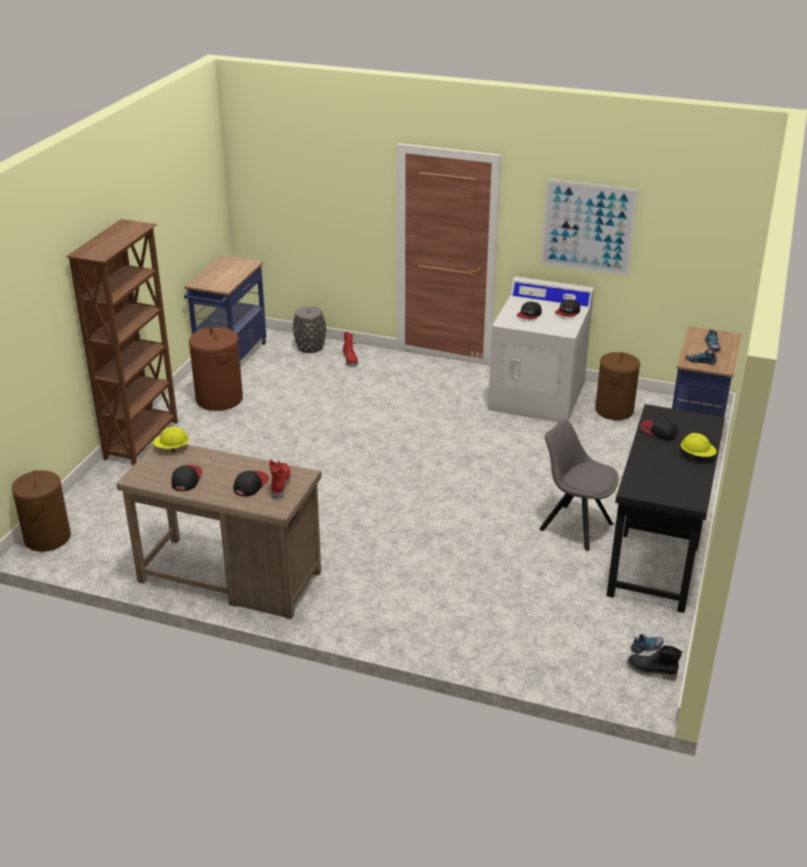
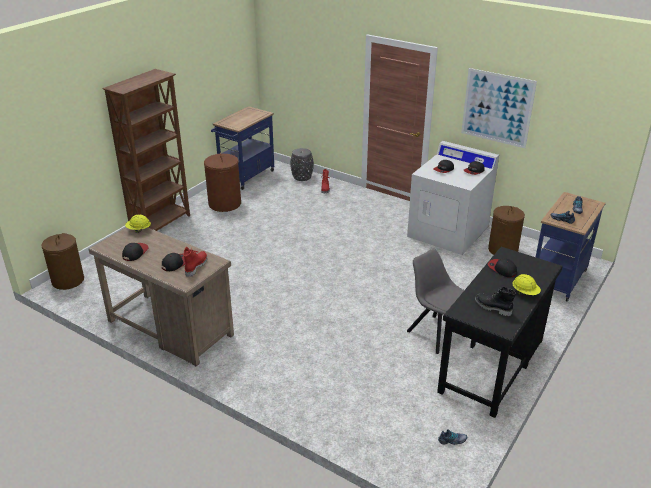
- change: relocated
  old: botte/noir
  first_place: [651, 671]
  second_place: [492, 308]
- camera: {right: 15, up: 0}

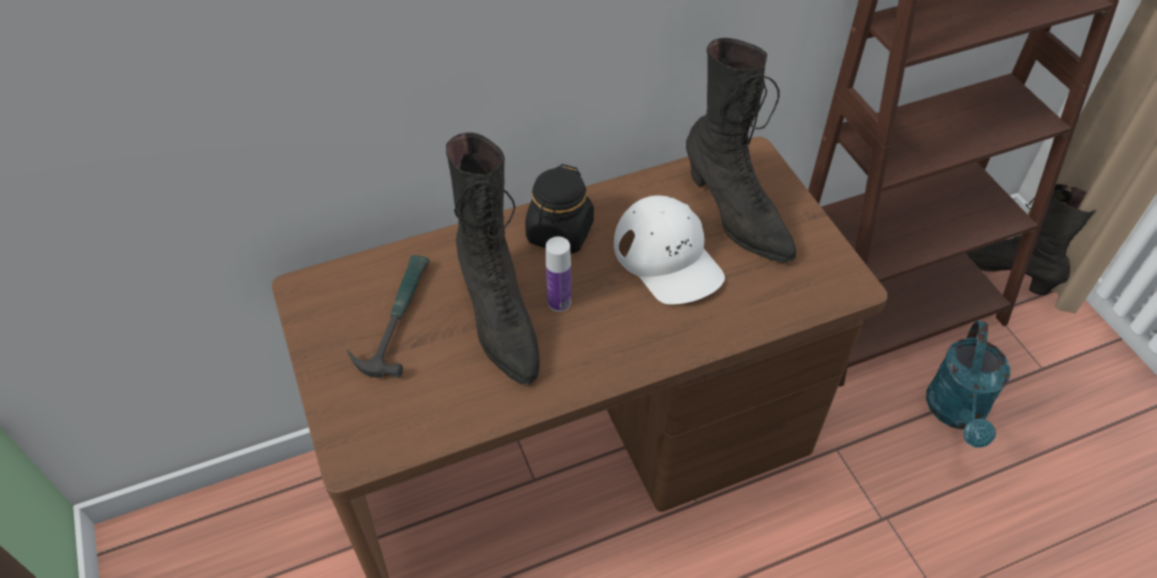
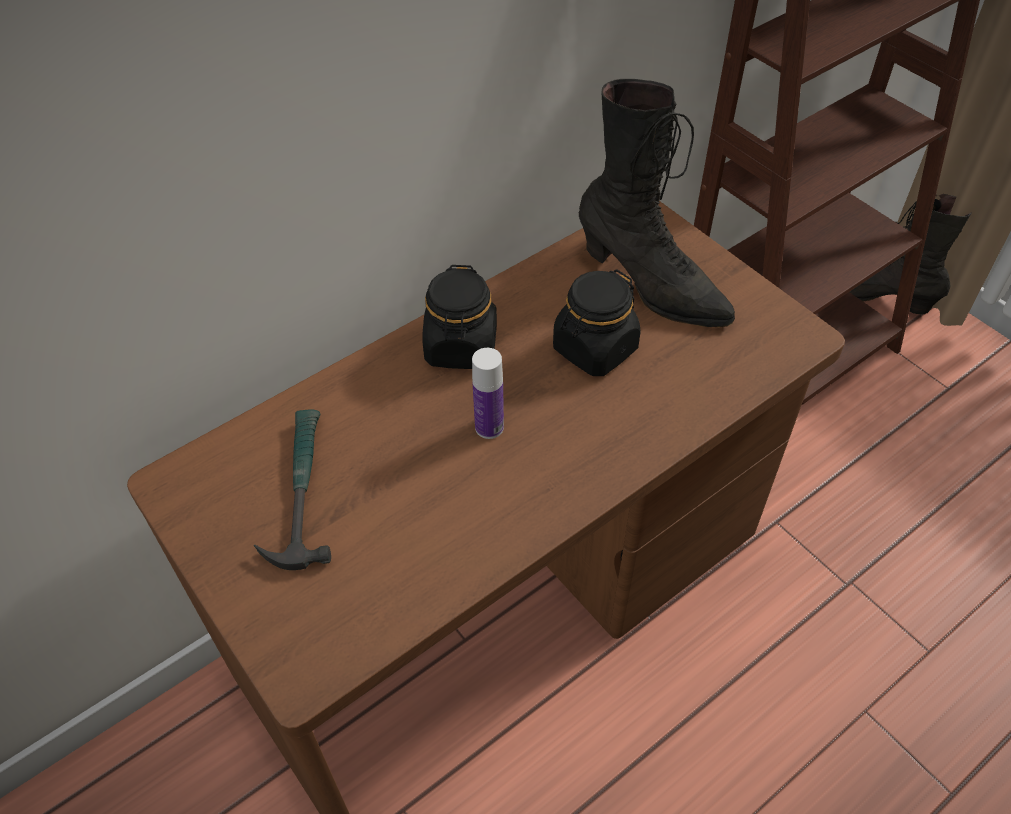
- change: missing
  old: botte/noir
  first_place: [499, 320]
- change: exchanged
  old: casquette/blanc
  new: bocal/noir
  first_place: [668, 258]
  second_place: [594, 349]
- change: missing
  old: arrosoir/turquoise
  first_place: [957, 413]
- camera: {right: -15, up: 0}

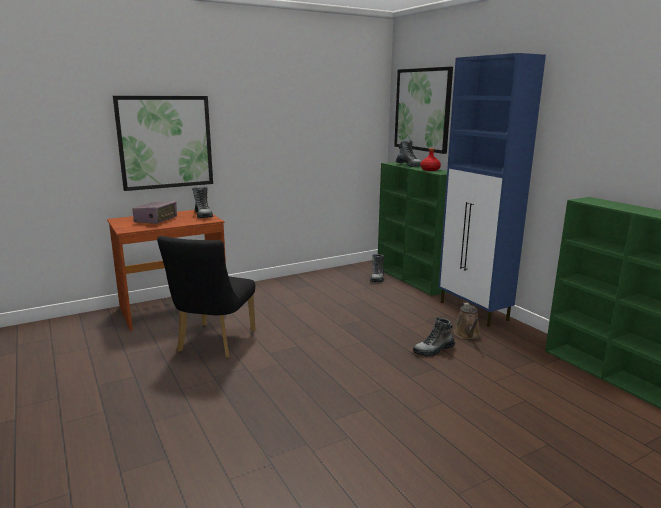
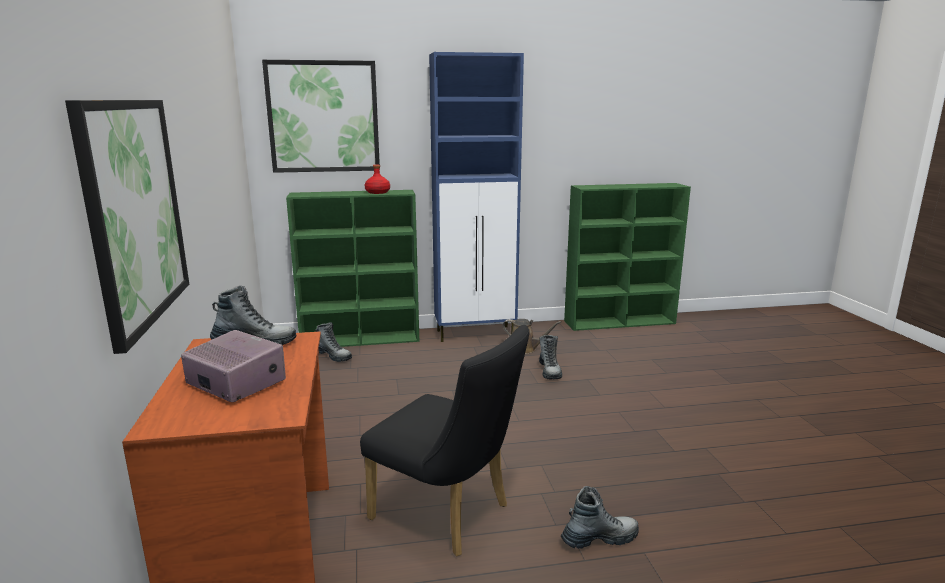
- change: relocated
  old: botte
  first_place: [409, 165]
  second_place: [599, 538]
- camera: {right: -70, up: 0}

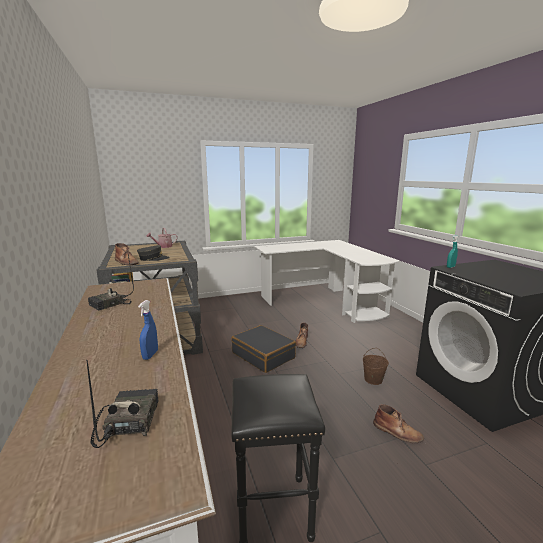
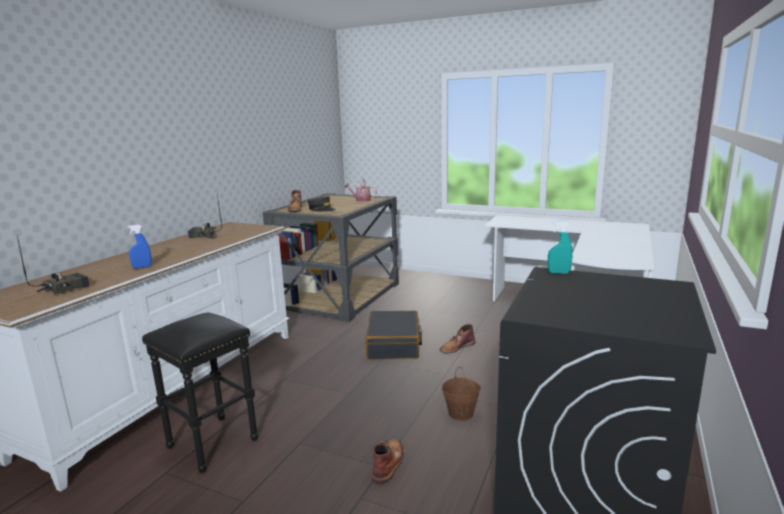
- change: spun
  old: botte/marron
  first_place: [397, 432]
  second_place: [388, 463]
  degrees: -150
- camera: {right: 45, up: 0}

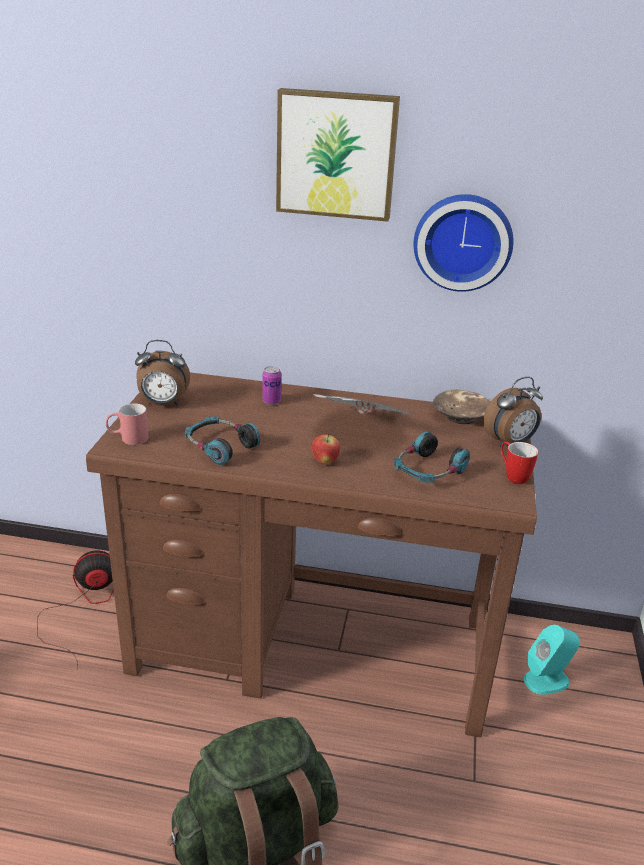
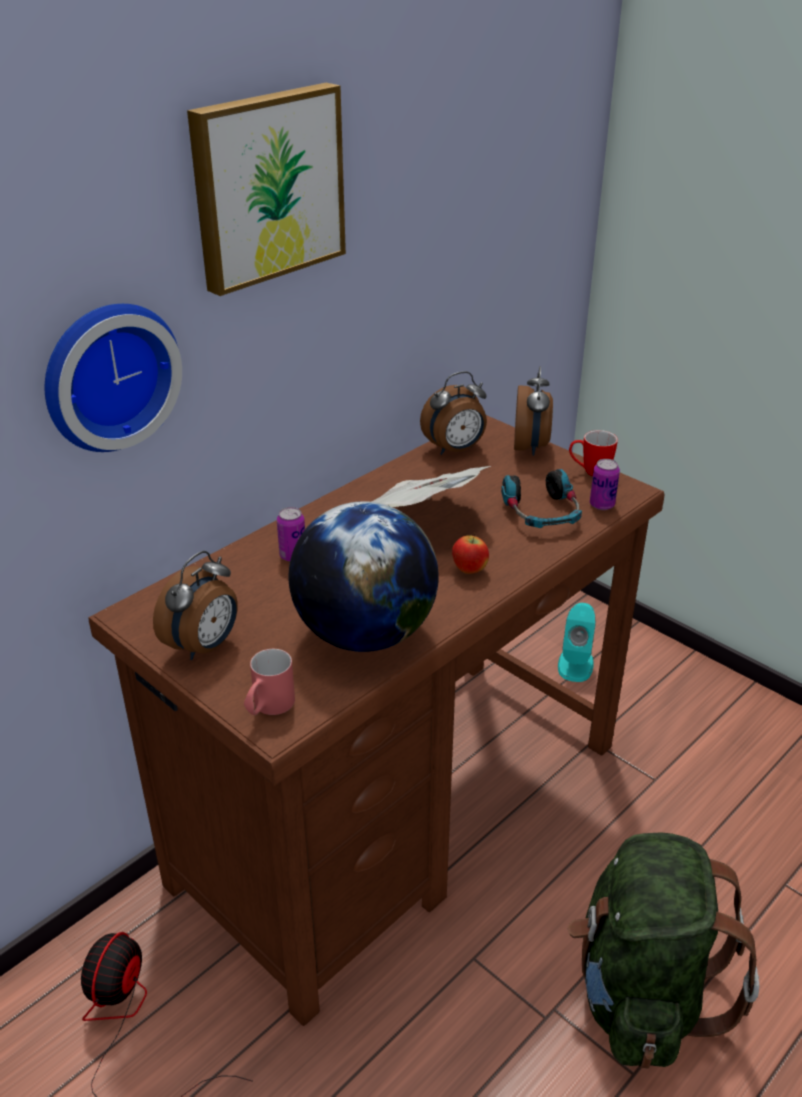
- change: relocated
  old: horloge murale
  first_place: [463, 241]
  second_place: [107, 375]
- change: exchanged
  old: bol/marron
  new: réveil
  first_place: [461, 416]
  second_place: [455, 450]
- change: exchanged
  old: casque audio
  new: globe
  first_place: [220, 446]
  second_place: [365, 634]
- change: appeared
  new: boîte métallique
  second_place: [602, 505]
- camera: {right: -55, up: 5}

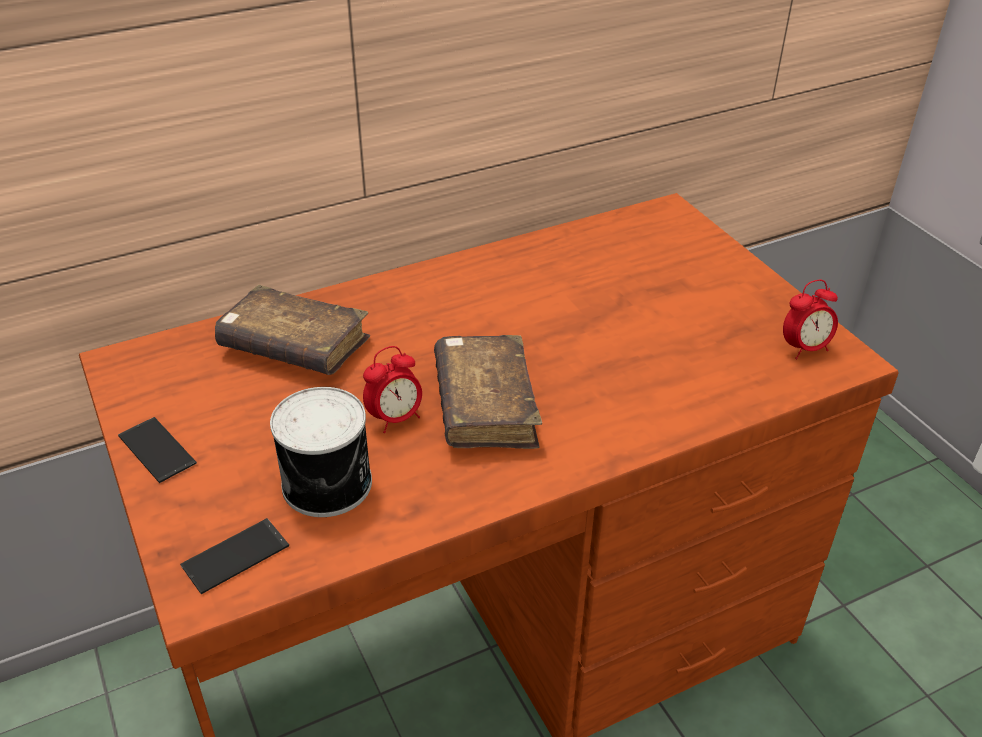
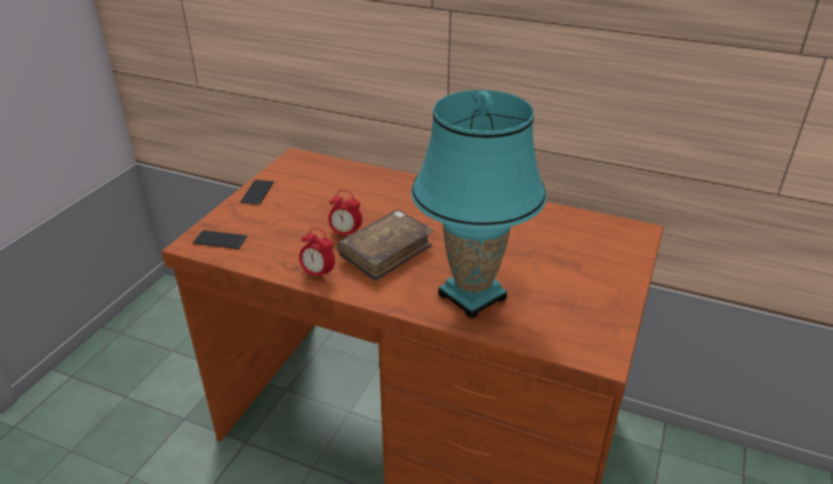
- change: relocated
  old: réveil
  first_place: [804, 348]
  second_place: [318, 274]
- change: missing
  old: livre/marron
  first_place: [294, 346]
- change: missing
  old: boîte métallique
  first_place: [329, 483]
- change: appeared
  new: lampe de table/turquoise
  second_place: [472, 296]
- camera: {right: 50, up: -5}

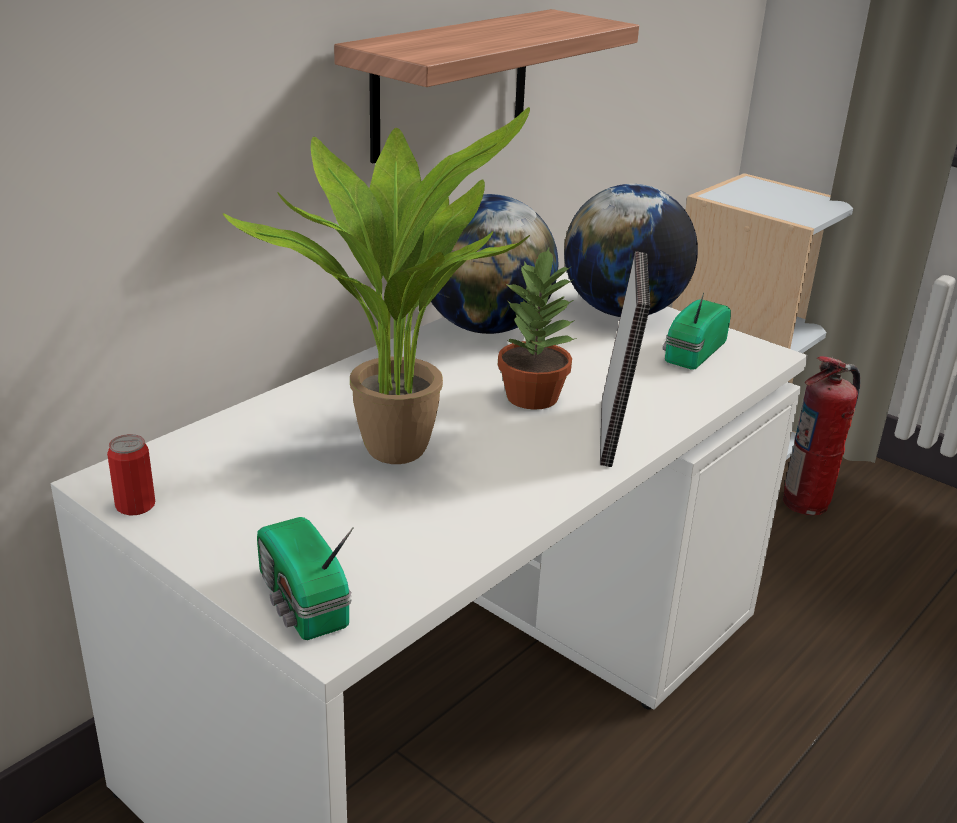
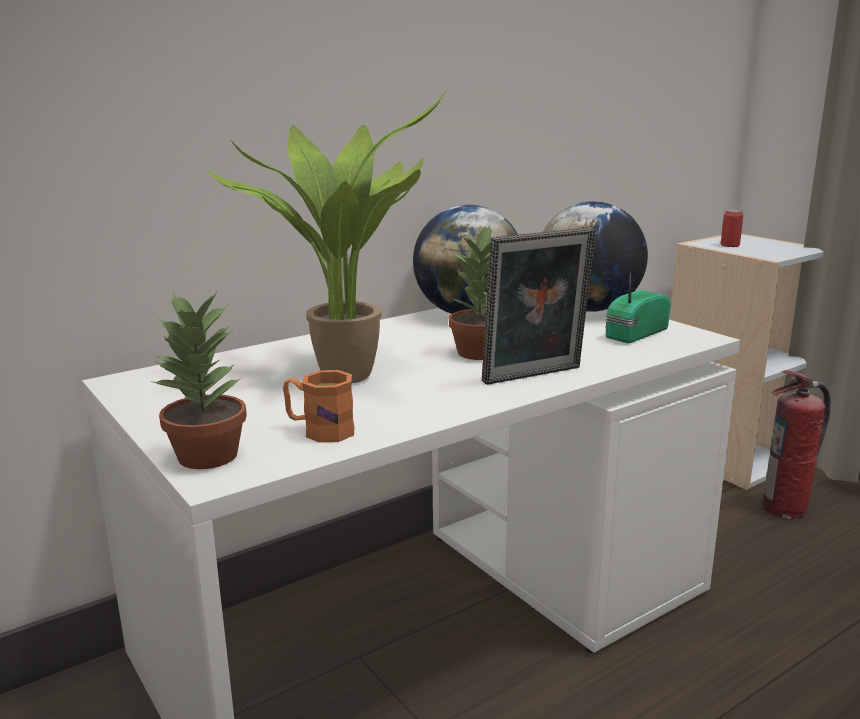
- change: missing
  old: étagère
  first_place: [451, 84]
- change: spun
  old: cadre photo
  first_place: [615, 434]
  second_place: [535, 377]
  degrees: 45
- change: relocated
  old: boîte métallique
  first_place: [135, 505]
  second_place: [730, 245]
- change: exchanged
  old: radio
  new: plante en pot
  first_place: [301, 603]
  second_place: [208, 456]
- change: appeared
  new: mug/orange
  second_place: [319, 430]
- camera: {right: 15, up: -10}

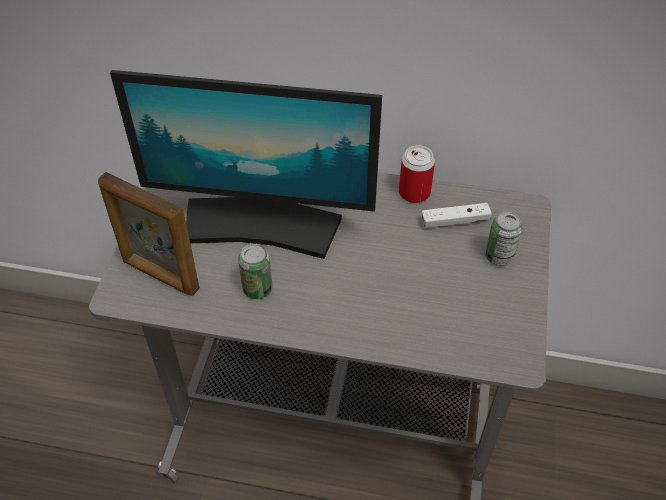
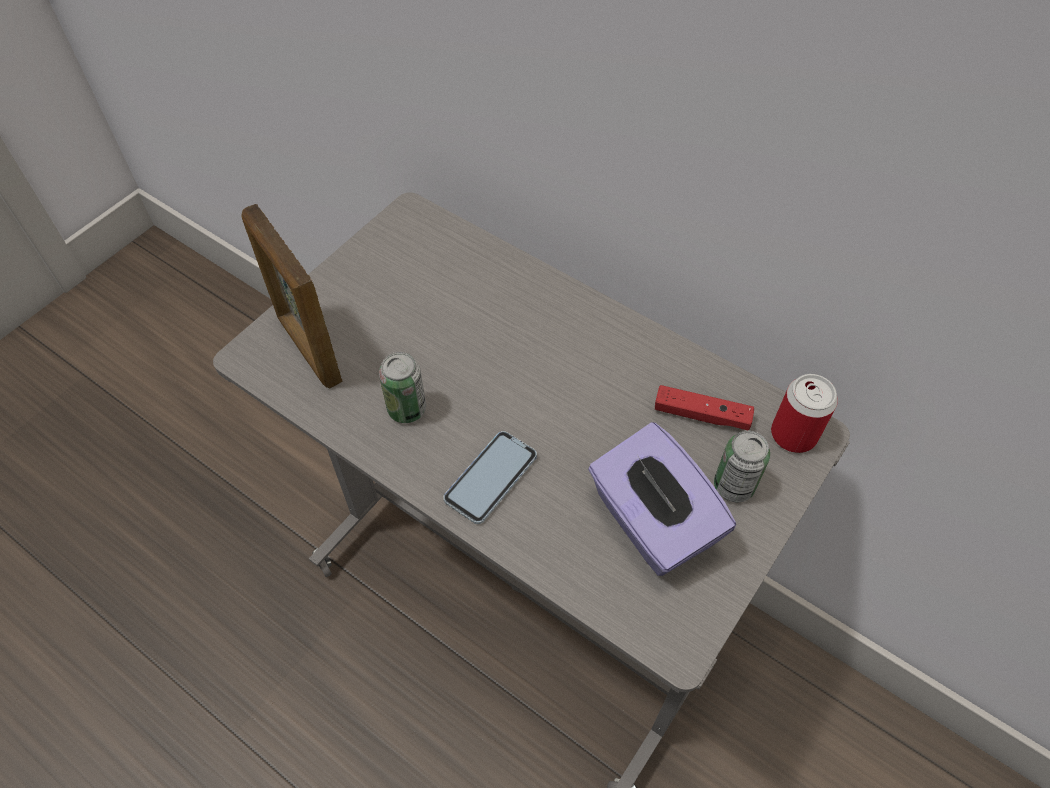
- change: missing
  old: écran d'ordinateur
  first_place: [261, 224]
- change: relocated
  old: boîte métallique
  first_place: [414, 192]
  second_place: [793, 434]
- change: colour
  old: manette/blanc
  new: manette/rouge
  first_place: [455, 221]
  second_place: [701, 415]
- change: appeared
  new: boîte à mouchoirs/violet
  second_place: [651, 522]
- change: appeared
  new: téléphone
  second_place: [491, 478]
- camera: {right: 25, up: 5}

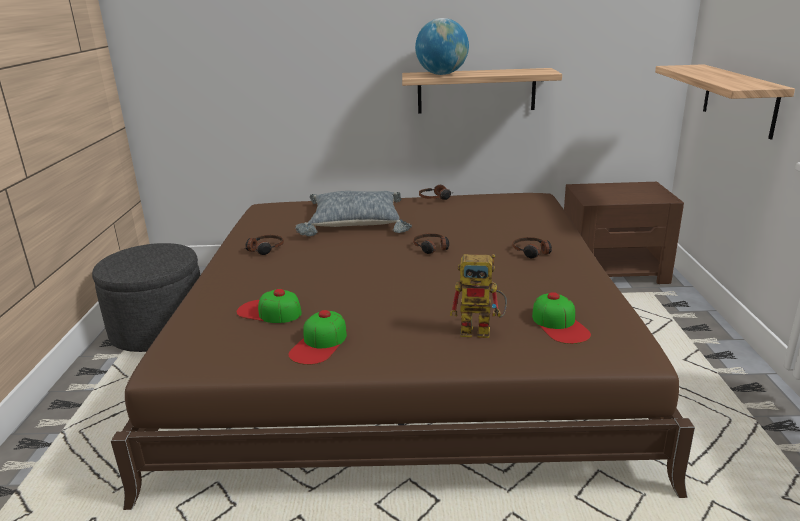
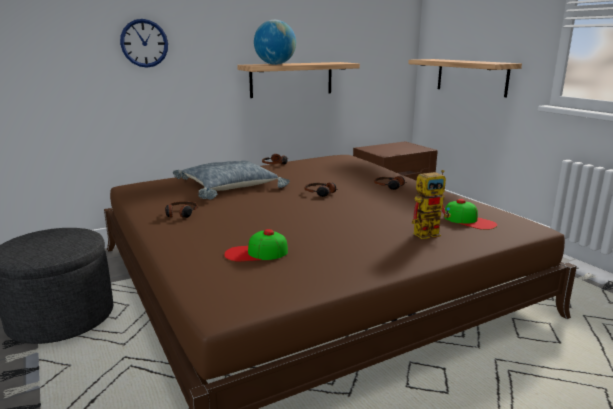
- change: missing
  old: casquette
  first_place: [319, 344]
- change: appeared
  new: horloge murale
  second_place: [144, 43]
- camera: {right: -30, up: -5}

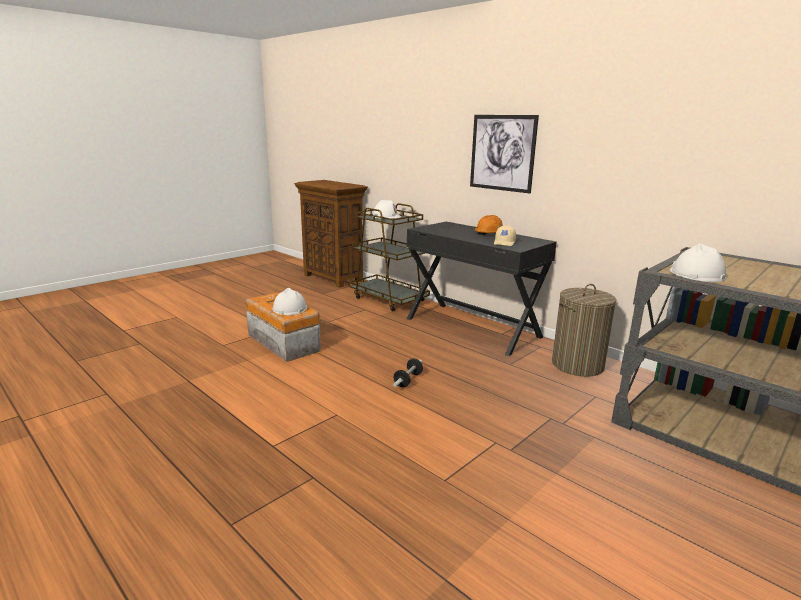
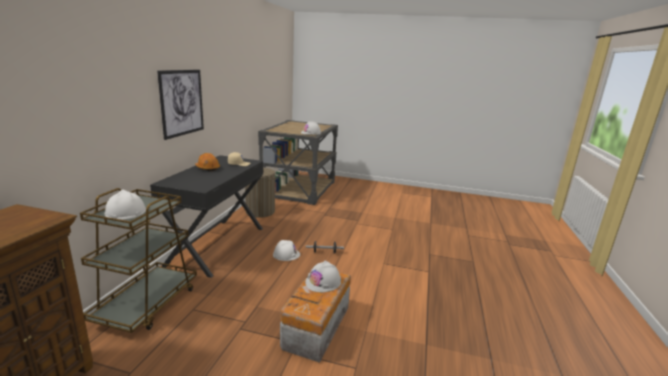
- change: appeared
  new: casque de chantier/blanc
  second_place: [286, 254]
- camera: {right: -120, up: 0}

